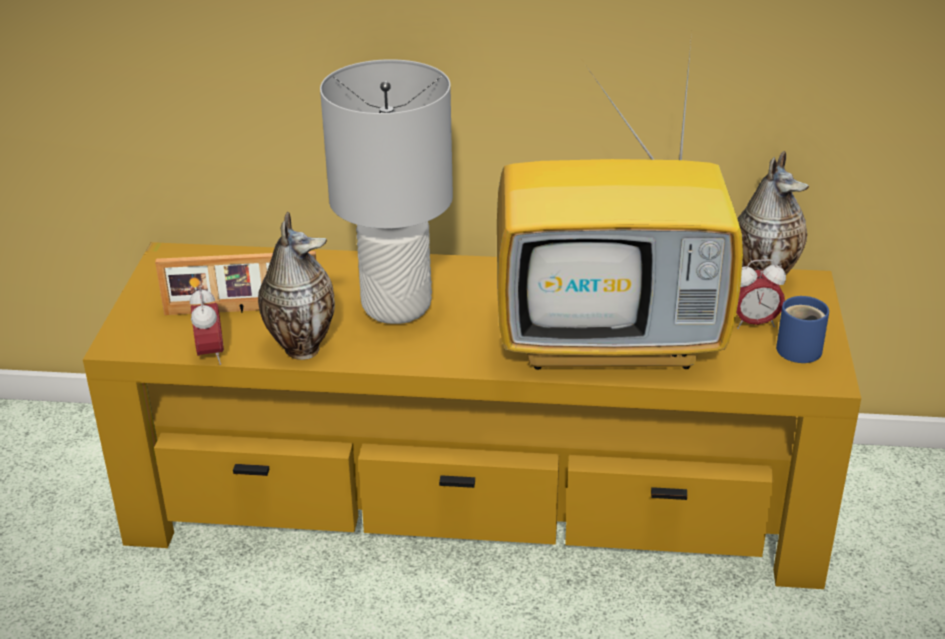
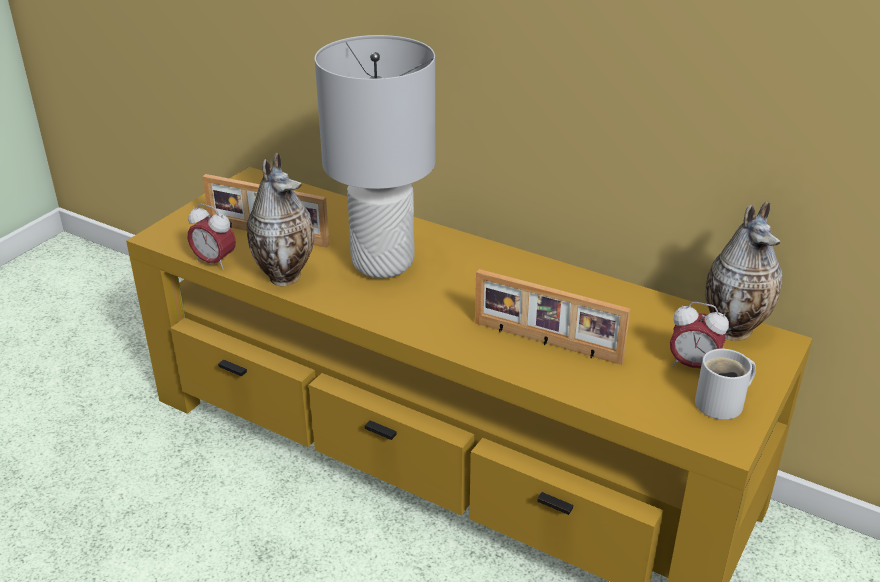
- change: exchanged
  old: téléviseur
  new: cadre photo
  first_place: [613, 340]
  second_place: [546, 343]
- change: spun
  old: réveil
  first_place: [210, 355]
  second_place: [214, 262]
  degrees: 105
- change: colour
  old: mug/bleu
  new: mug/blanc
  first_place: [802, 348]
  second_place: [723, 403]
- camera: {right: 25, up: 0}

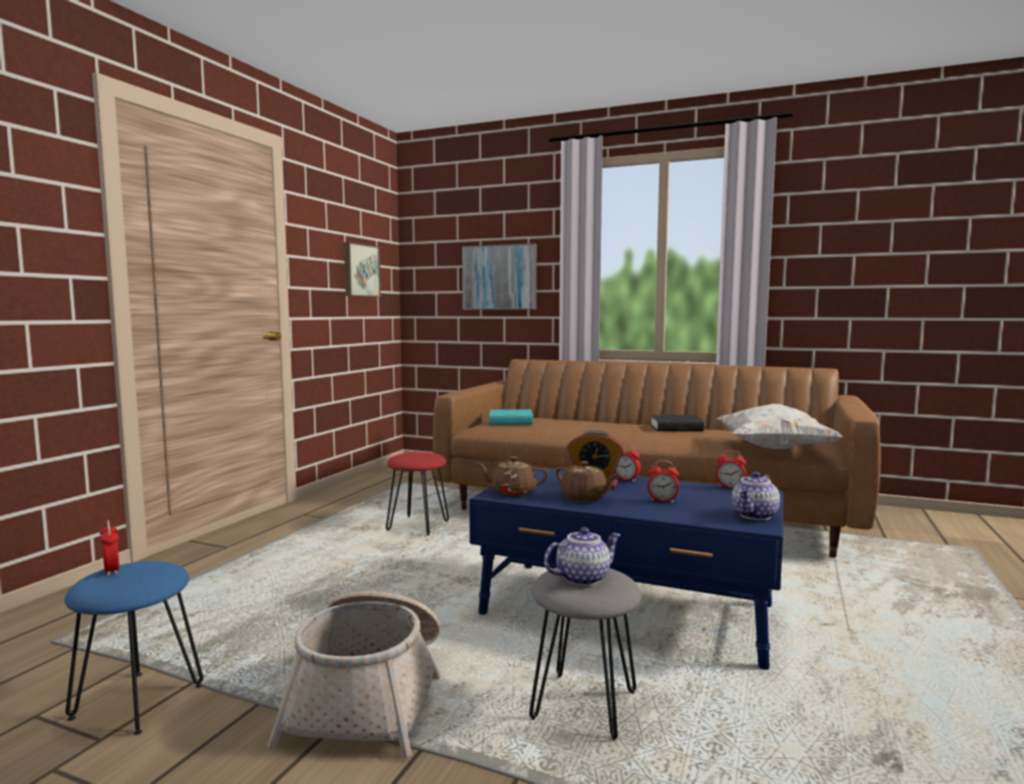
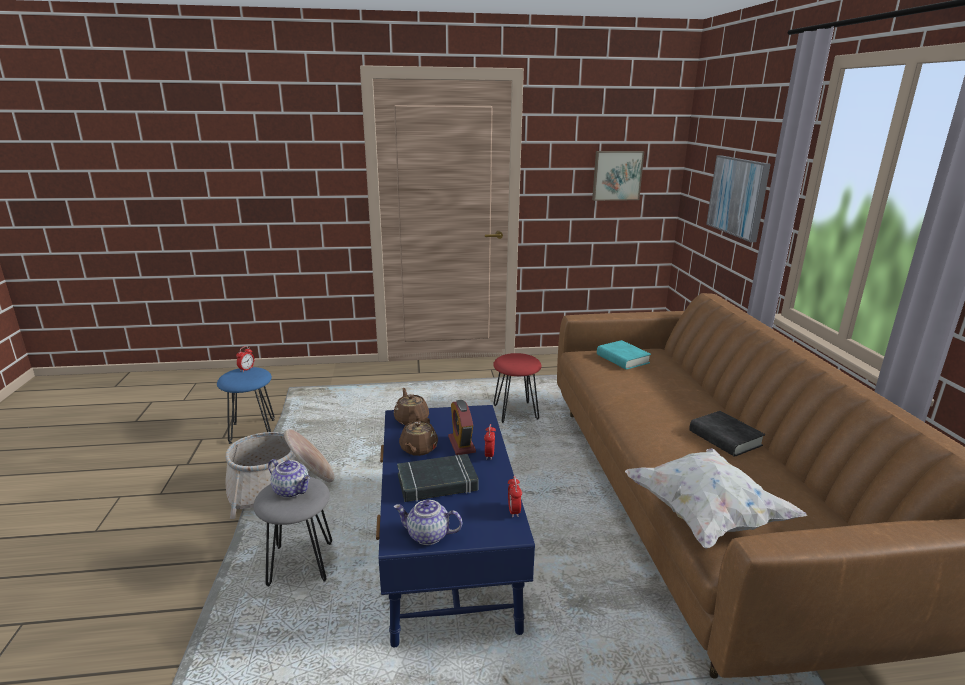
- change: exchanged
  old: réveil
  new: livre/noir
  first_place: [662, 501]
  second_place: [437, 483]
- camera: {right: 60, up: 15}

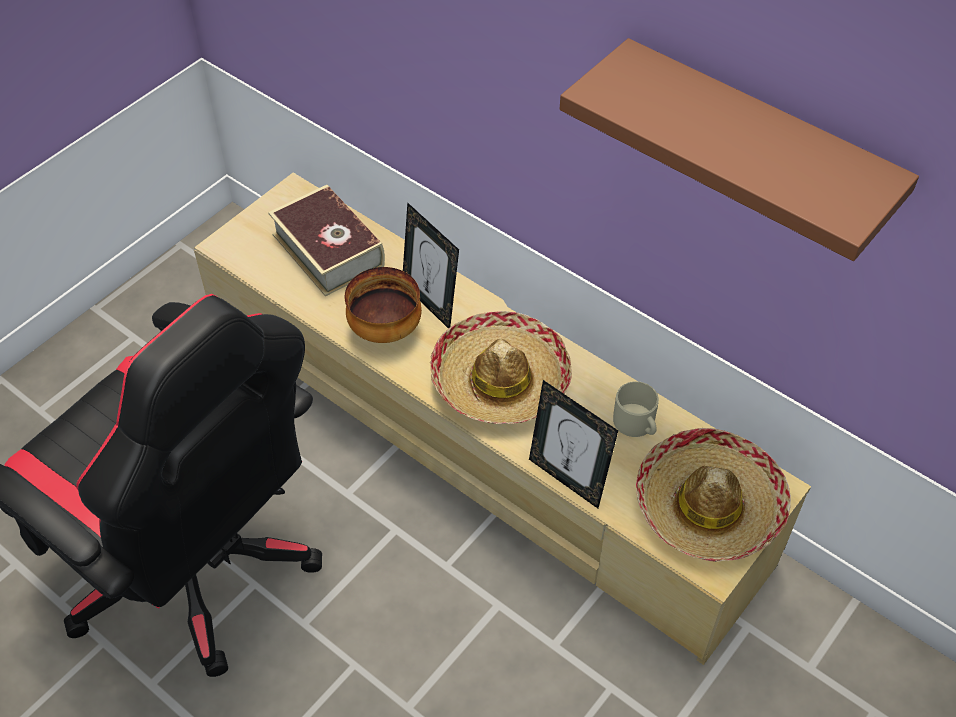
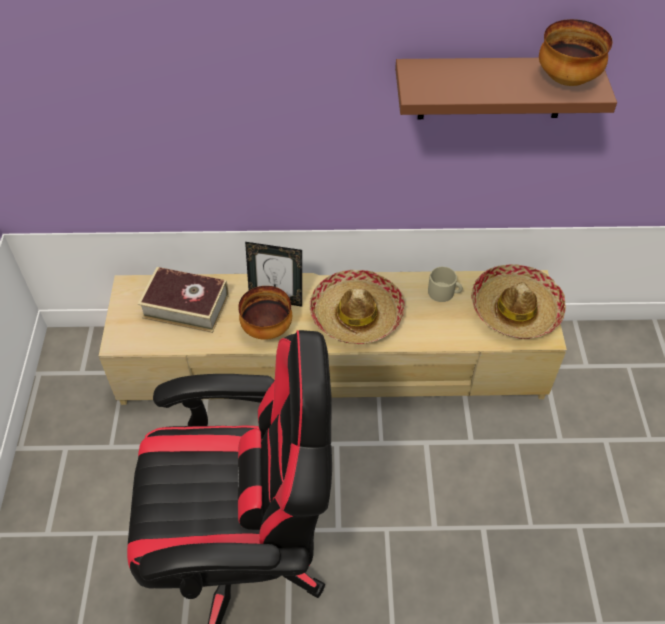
- change: missing
  old: cadre photo
  first_place: [567, 479]
- change: appeared
  new: bol
  second_place: [567, 79]
- camera: {right: -40, up: 0}

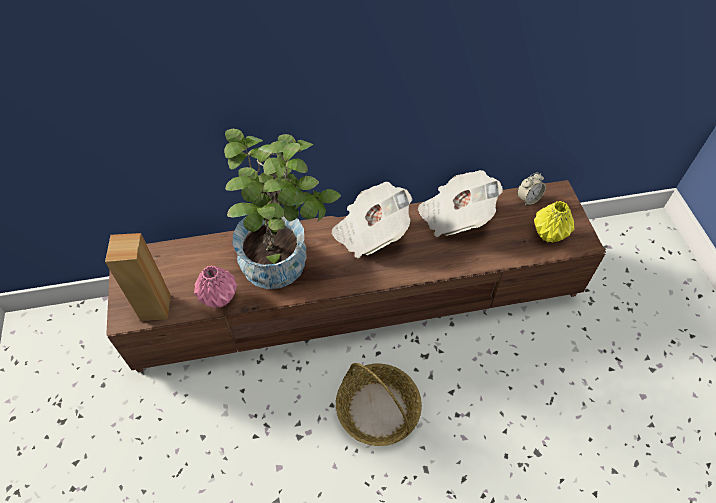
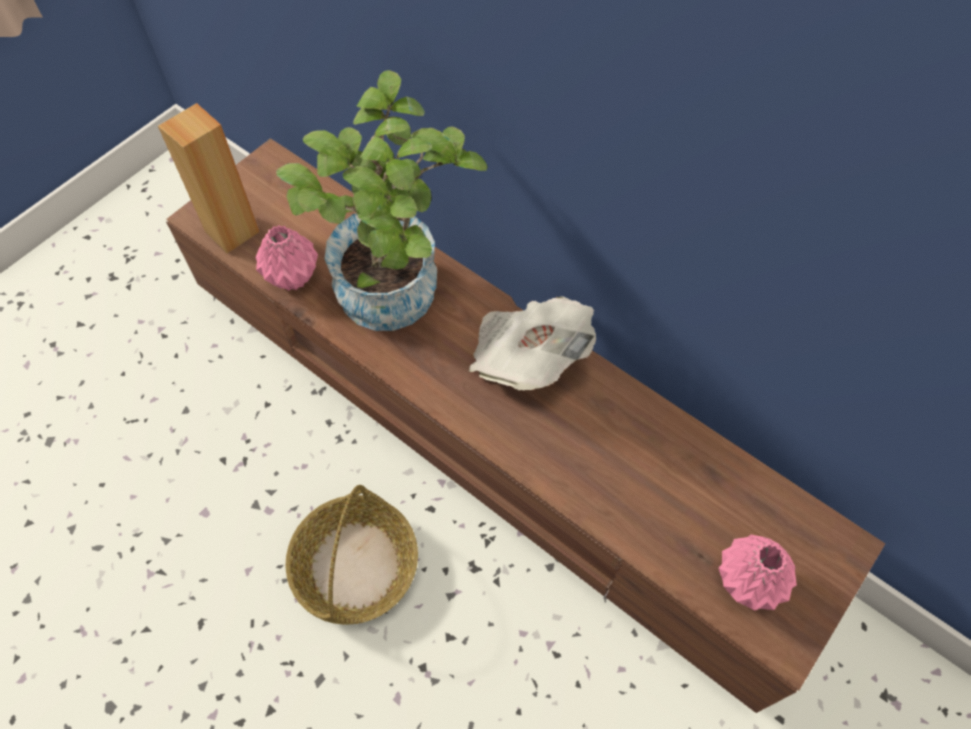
- change: missing
  old: journal
  first_place: [455, 216]
- change: missing
  old: réveil
  first_place: [528, 199]
- change: colour
  old: vase/jaune
  new: vase/rose
  first_place: [548, 234]
  second_place: [746, 581]
- camera: {right: 50, up: 5}

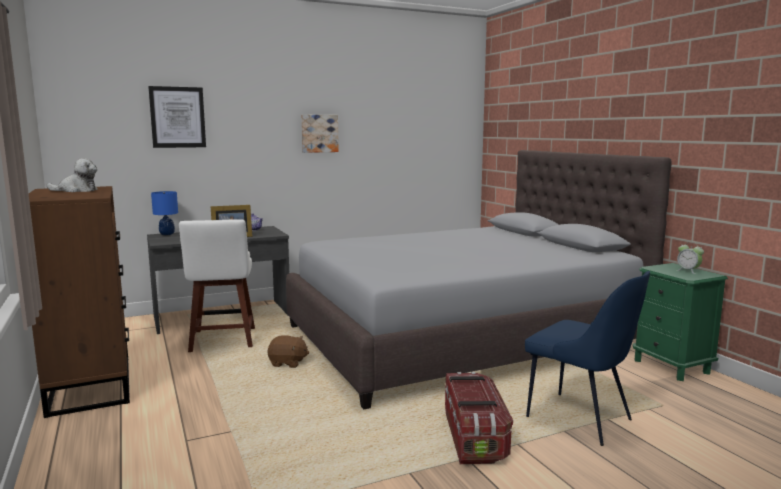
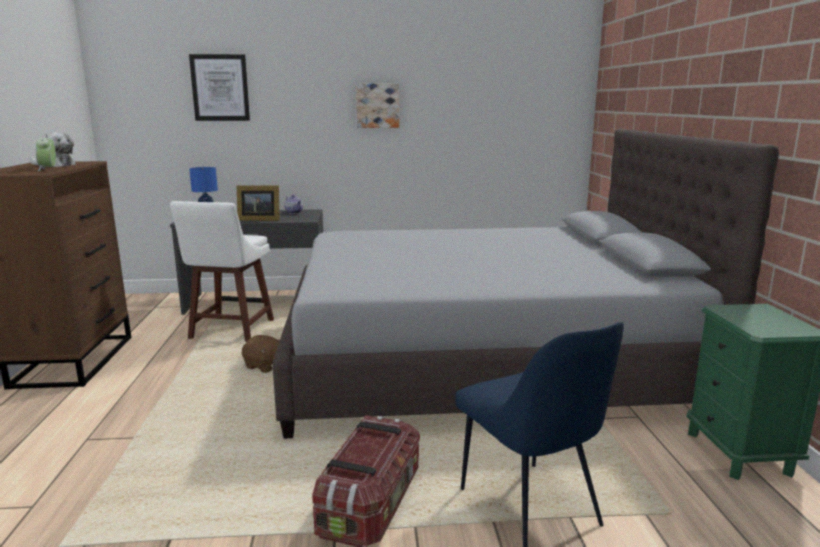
- change: relocated
  old: réveil
  first_place: [688, 271]
  second_place: [48, 169]
- camera: {right: 20, up: 5}

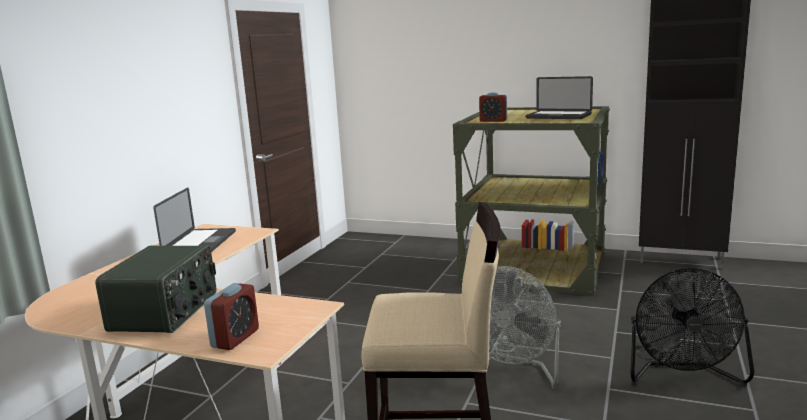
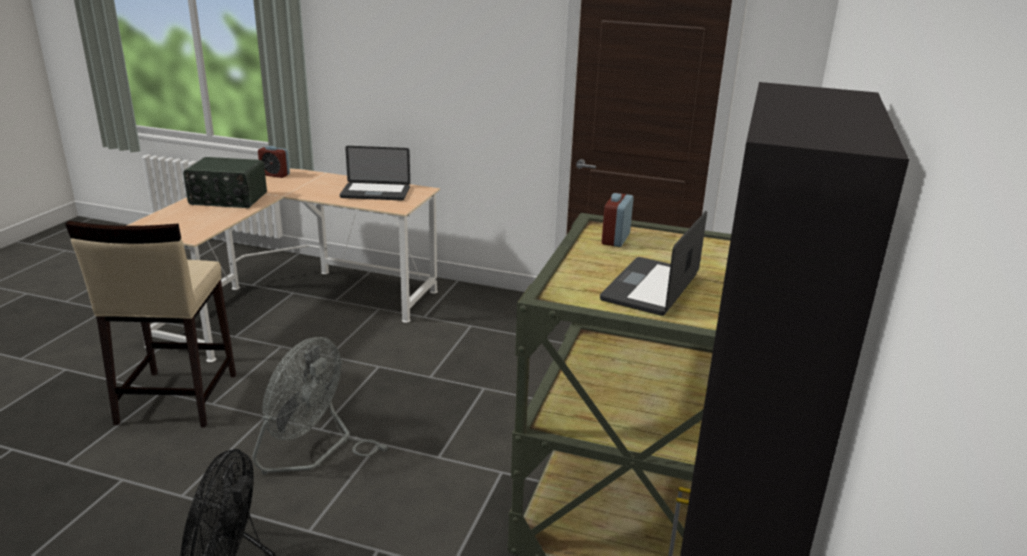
- change: relocated
  old: réveil
  first_place: [235, 338]
  second_place: [275, 175]
- camera: {right: 85, up: 10}

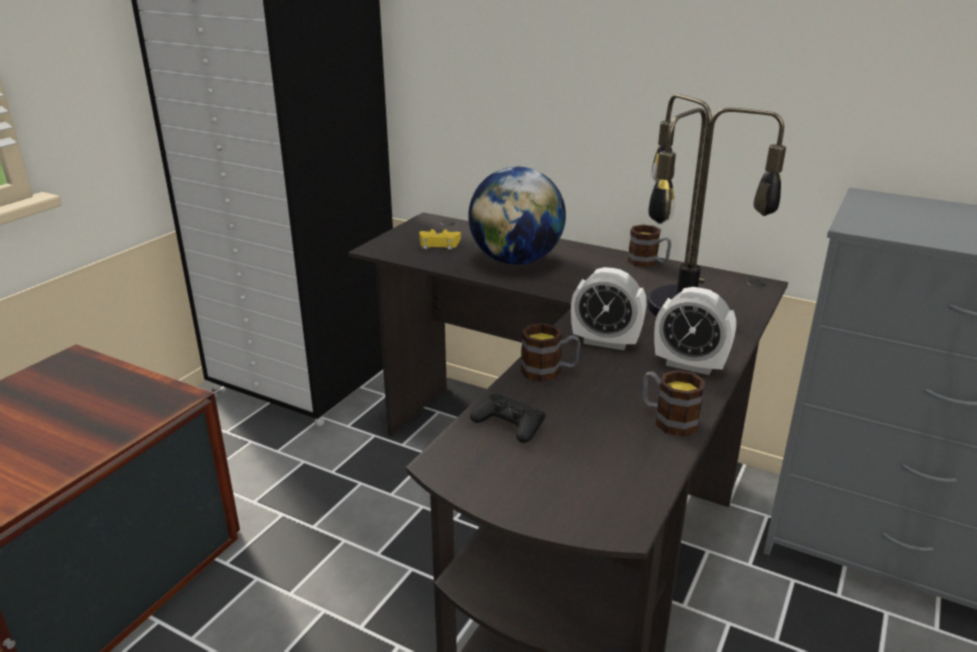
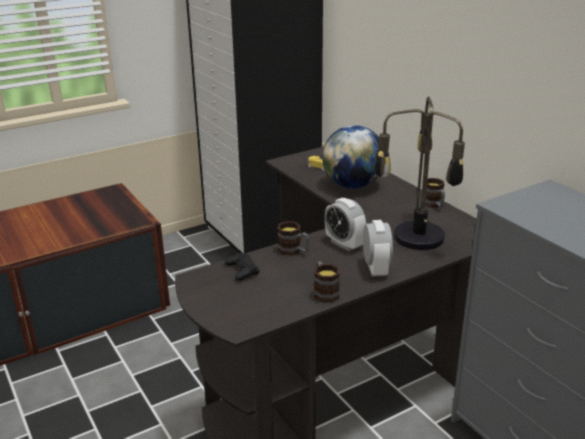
- change: spun
  old: réveil
  first_place: [689, 365]
  second_place: [376, 269]
  degrees: -150
- camera: {right: 30, up: 0}

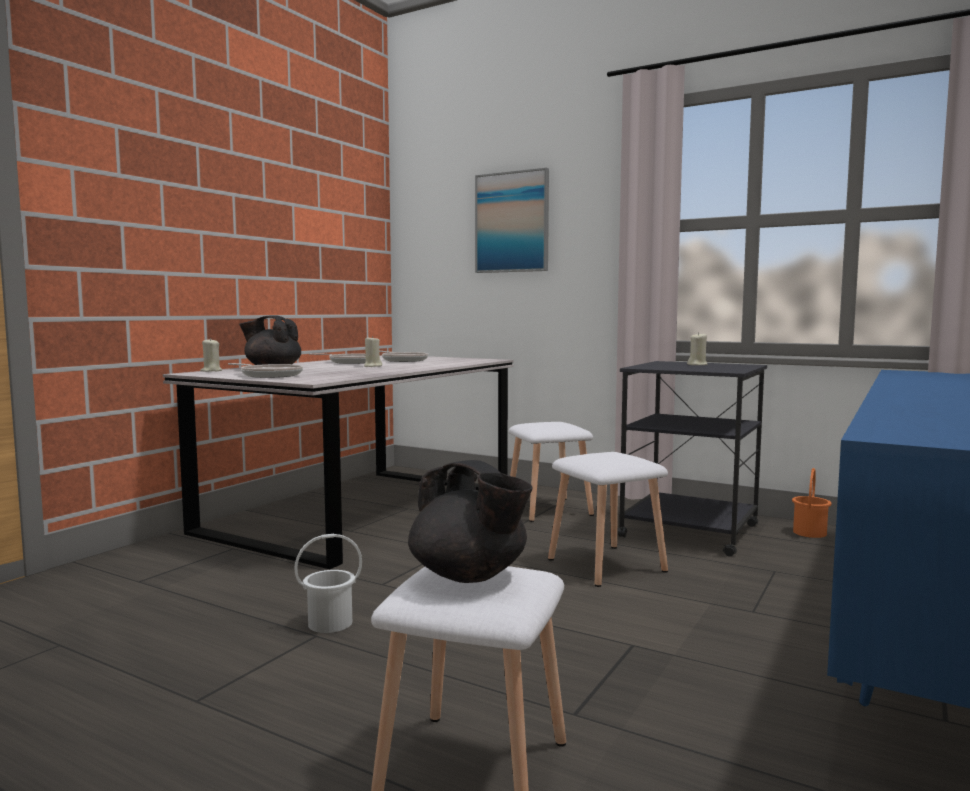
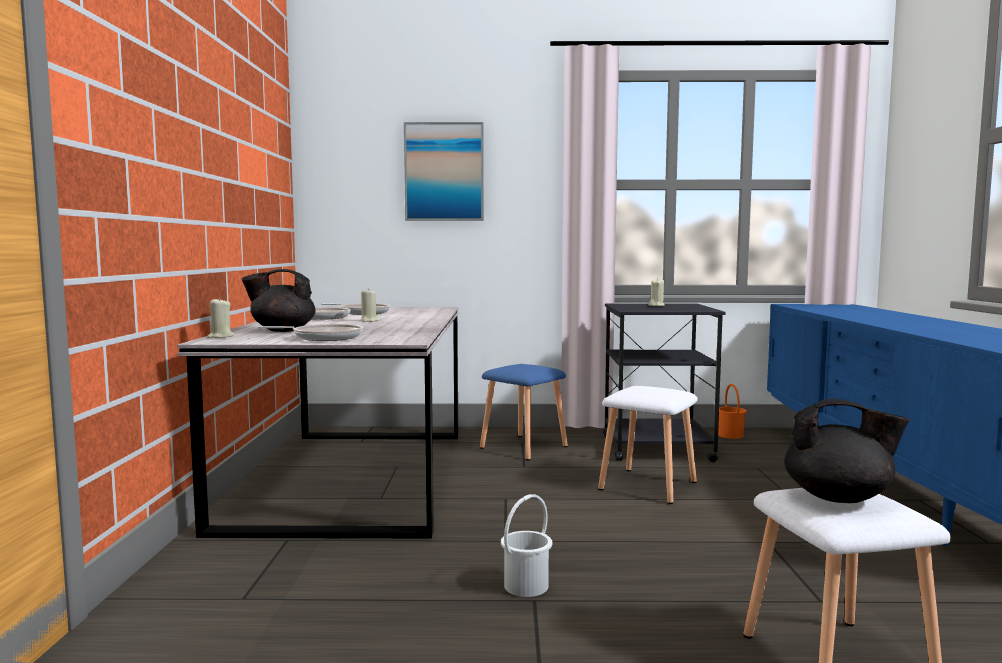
- change: colour
  old: tabouret/blanc
  new: tabouret/bleu
  first_place: [547, 509]
  second_place: [522, 447]
- camera: {right: -30, up: 0}

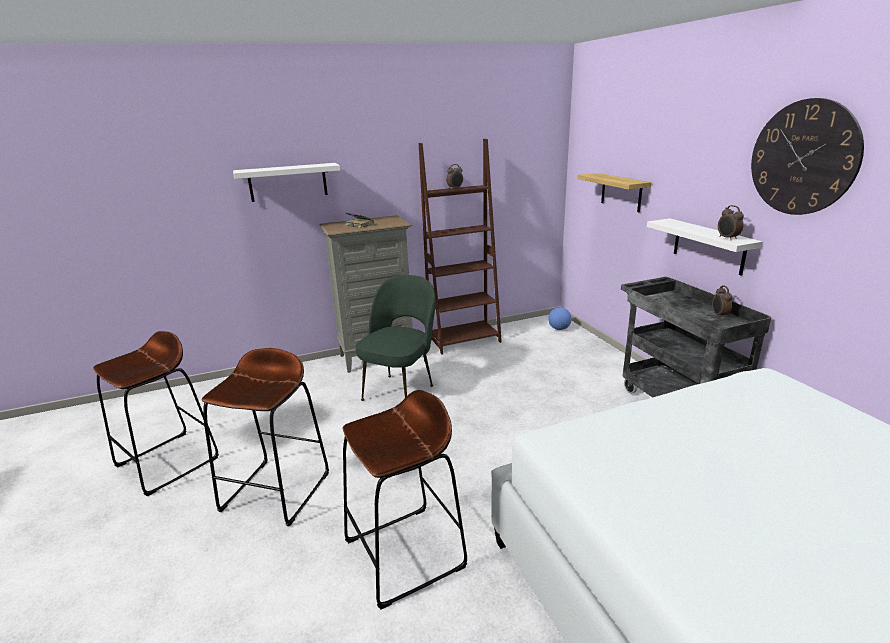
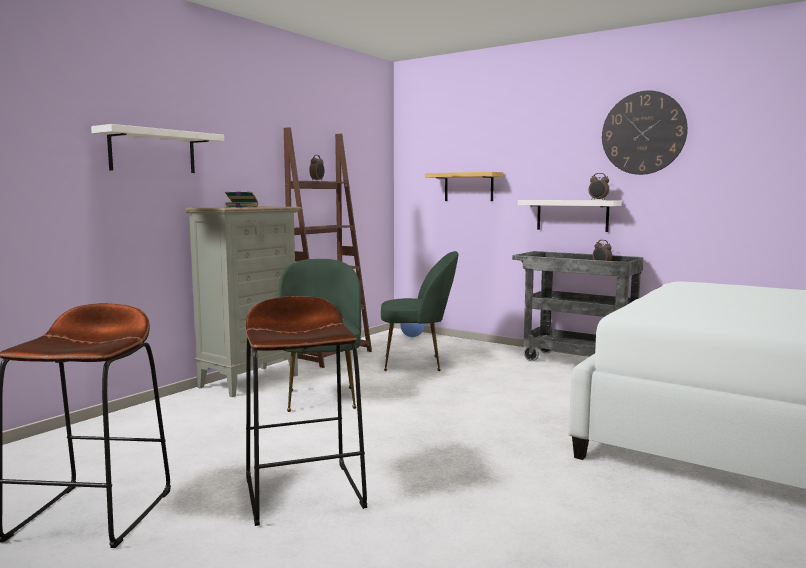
- change: missing
  old: tabouret/marron
  first_place: [405, 554]
- change: appeared
  new: chaise/vert
  second_place: [418, 364]
- camera: {right: -35, up: -15}

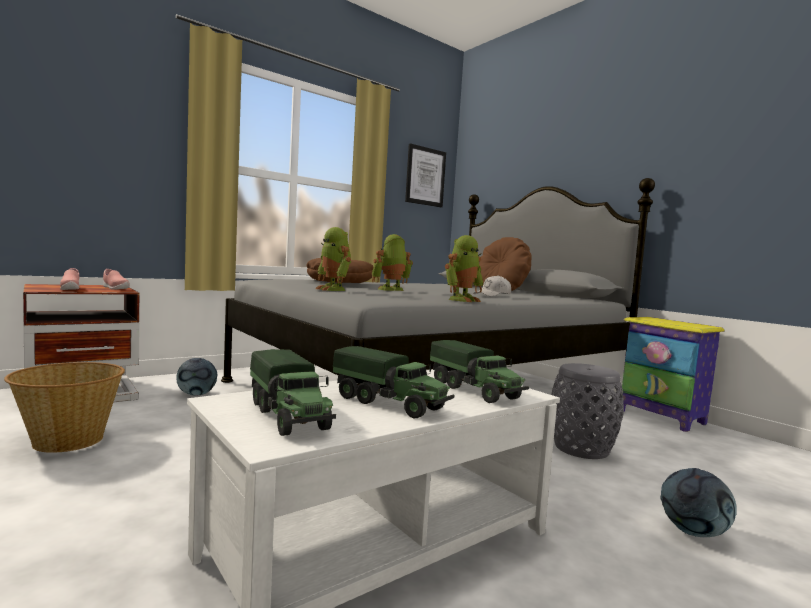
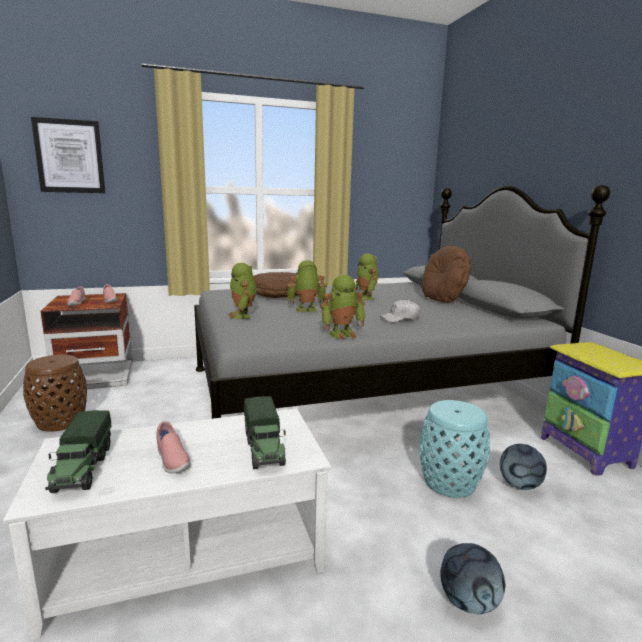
- change: relocated
  old: tableau
  first_place: [425, 176]
  second_place: [70, 156]
- change: exchanged
  old: camion jouet
  new: chaussure/rose
  first_place: [390, 403]
  second_place: [172, 460]
- change: relocated
  old: ballon de foot
  first_place: [196, 394]
  second_place: [519, 485]
- change: exchanged
  old: panier
  new: tabouret/marron
  first_place: [68, 440]
  second_place: [60, 421]
- change: colour
  old: tabouret/gris
  new: tabouret/turquoise
  first_place: [581, 449]
  second_place: [449, 482]
- change: appeared
  new: robot jouet
  second_place: [366, 298]
- camera: {right: 20, up: 10}

